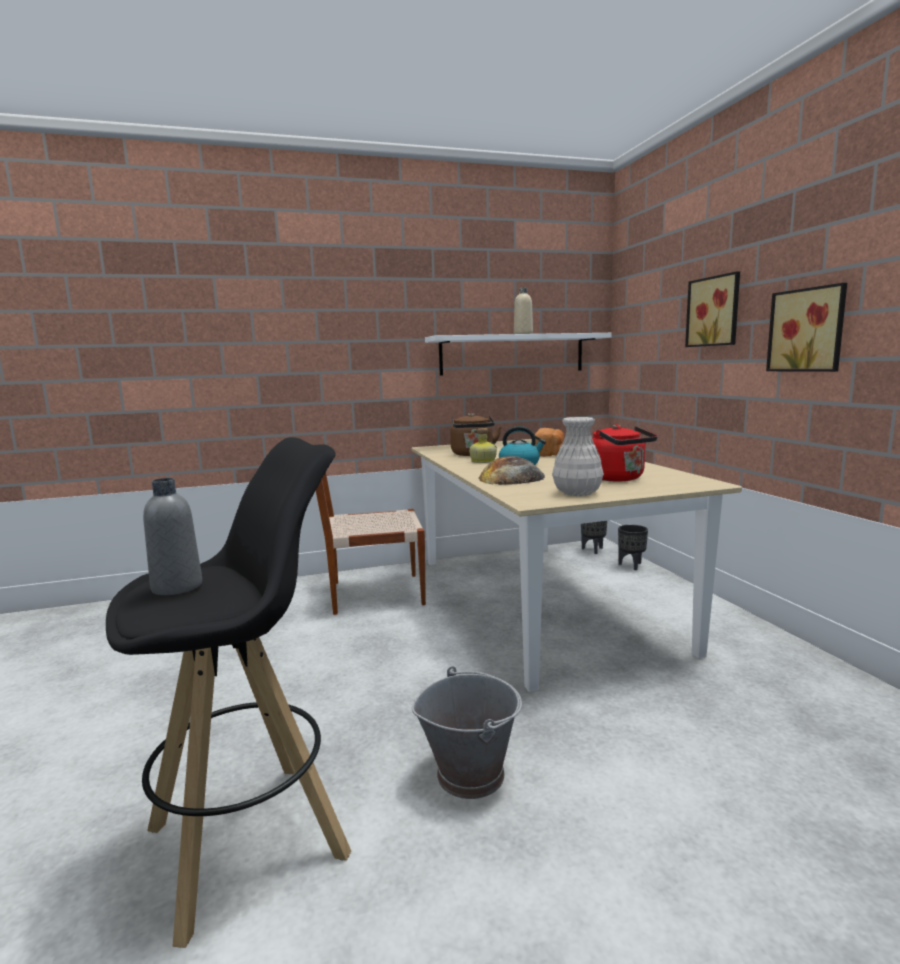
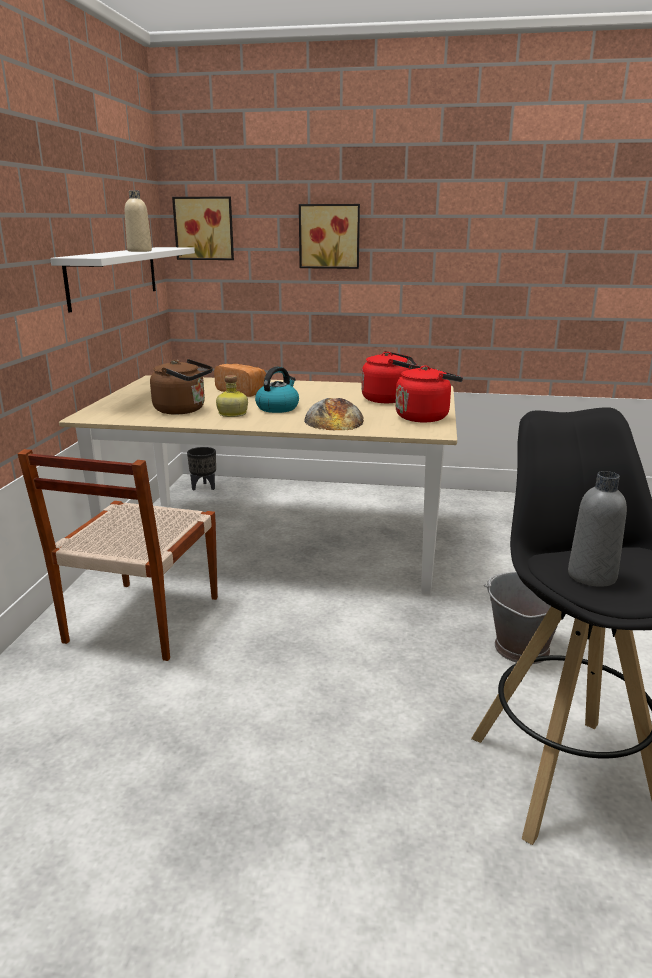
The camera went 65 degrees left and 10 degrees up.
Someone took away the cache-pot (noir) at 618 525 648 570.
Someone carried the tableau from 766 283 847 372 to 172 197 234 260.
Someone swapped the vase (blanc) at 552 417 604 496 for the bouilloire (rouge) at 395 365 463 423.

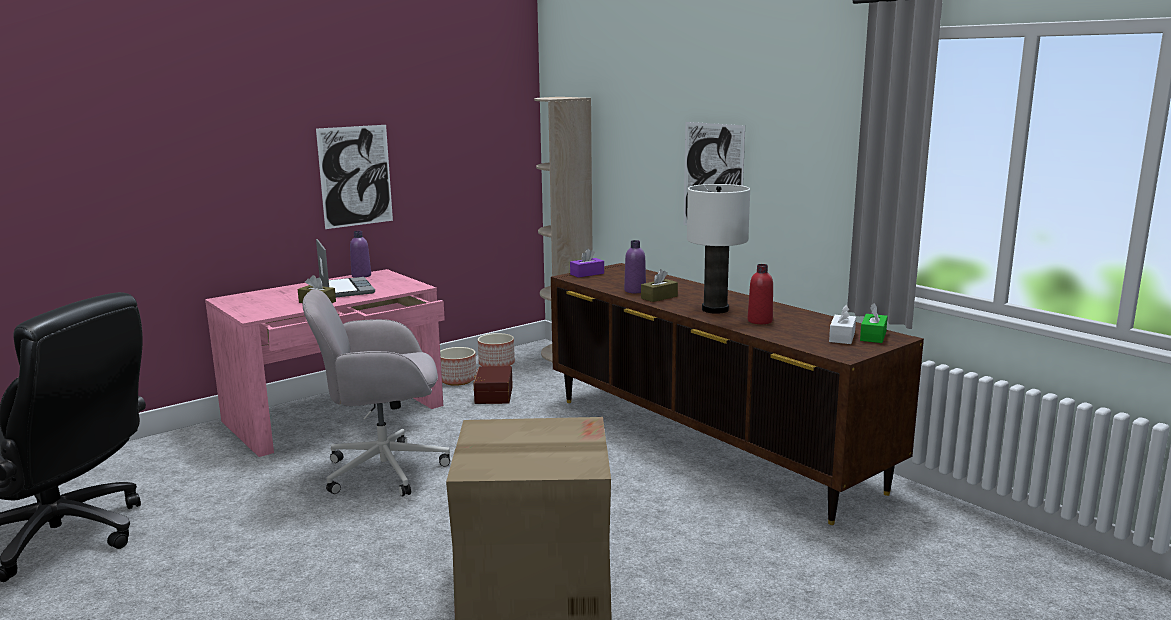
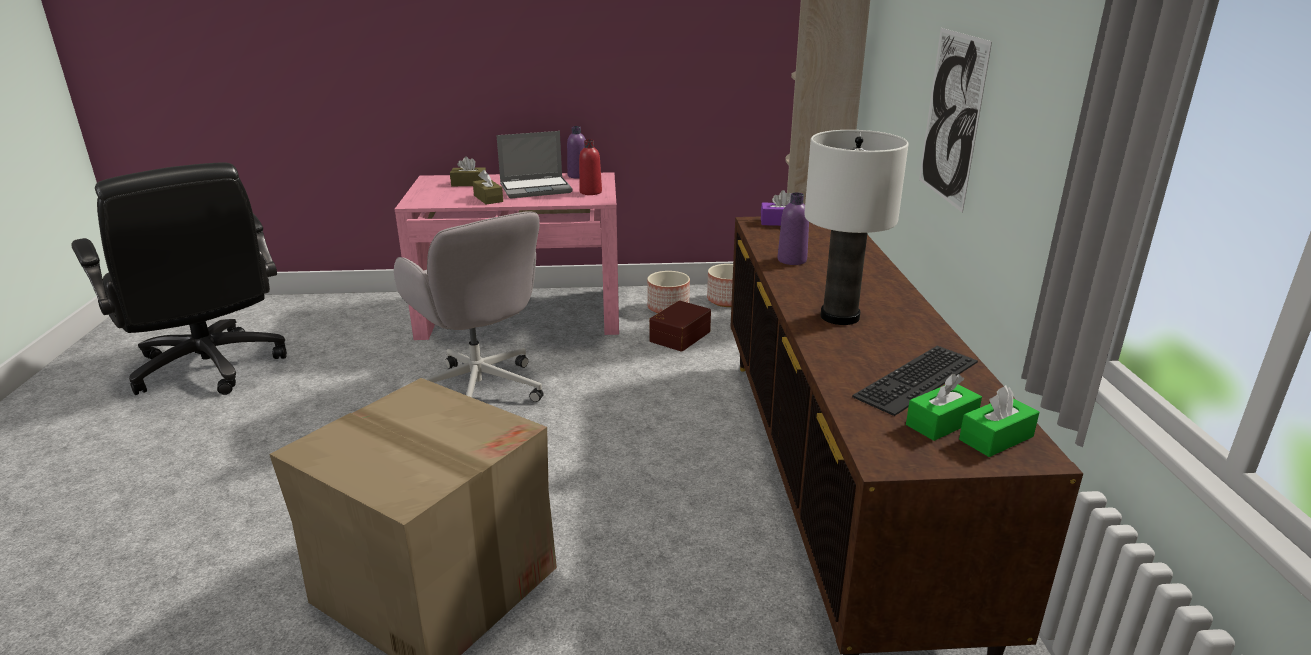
The camera went 35 degrees right and 10 degrees up.
Someone took away the tableau at 316 125 393 229.
Someone put down the clavier at 852 346 978 416.
Someone carried the boîte à mouchoirs (marron) from 641 269 678 302 to 450 156 486 186.
Someone carried the bouteille (rouge) from 747 264 773 324 to 579 139 602 195.
Someone repainted the boîte à mouchoirs (blanc) at 829 304 856 344, which became the boîte à mouchoirs (vert) at 906 374 982 441.
Someone rotated the chaise de bureau (gris) at 303 289 450 497 by 150 degrees counterclockwise.
Someone rotated the ordinateur portable at 316 239 375 298 by 60 degrees clockwise.

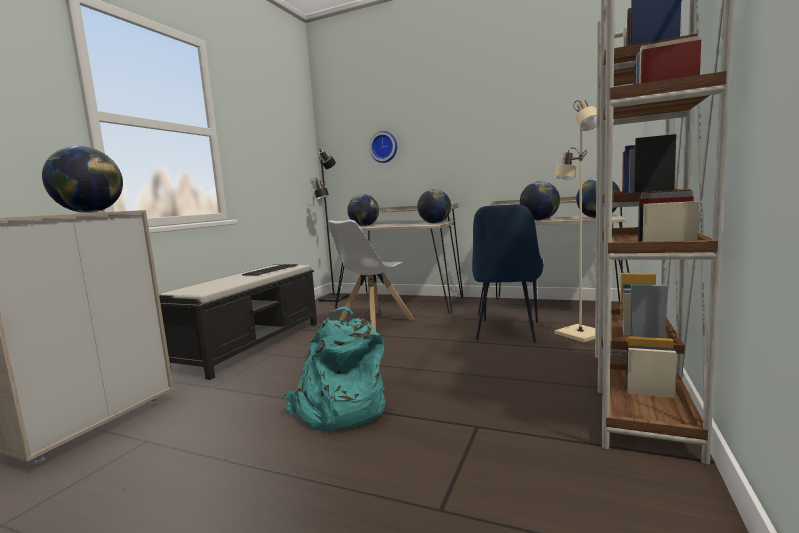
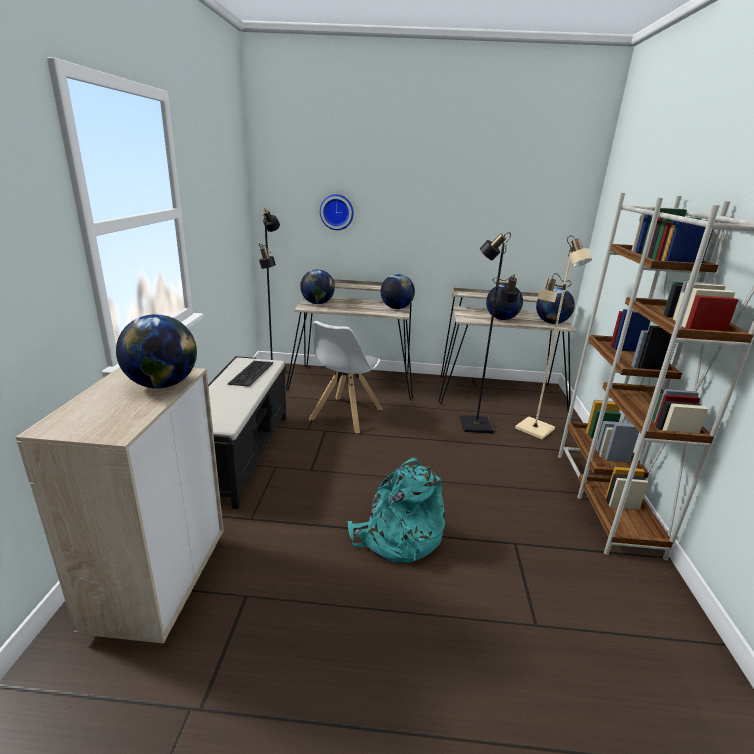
The camera went 20 degrees left and 15 degrees up.
Someone swapped the chaise (bleu) at 472 204 544 343 for the lampadaire (noir) at 460 232 519 434.

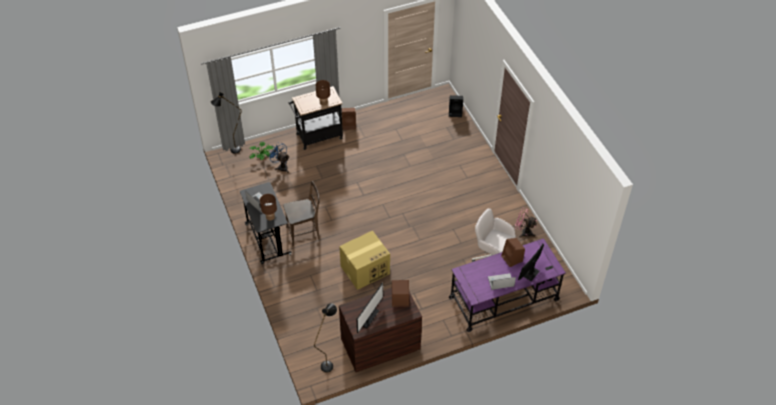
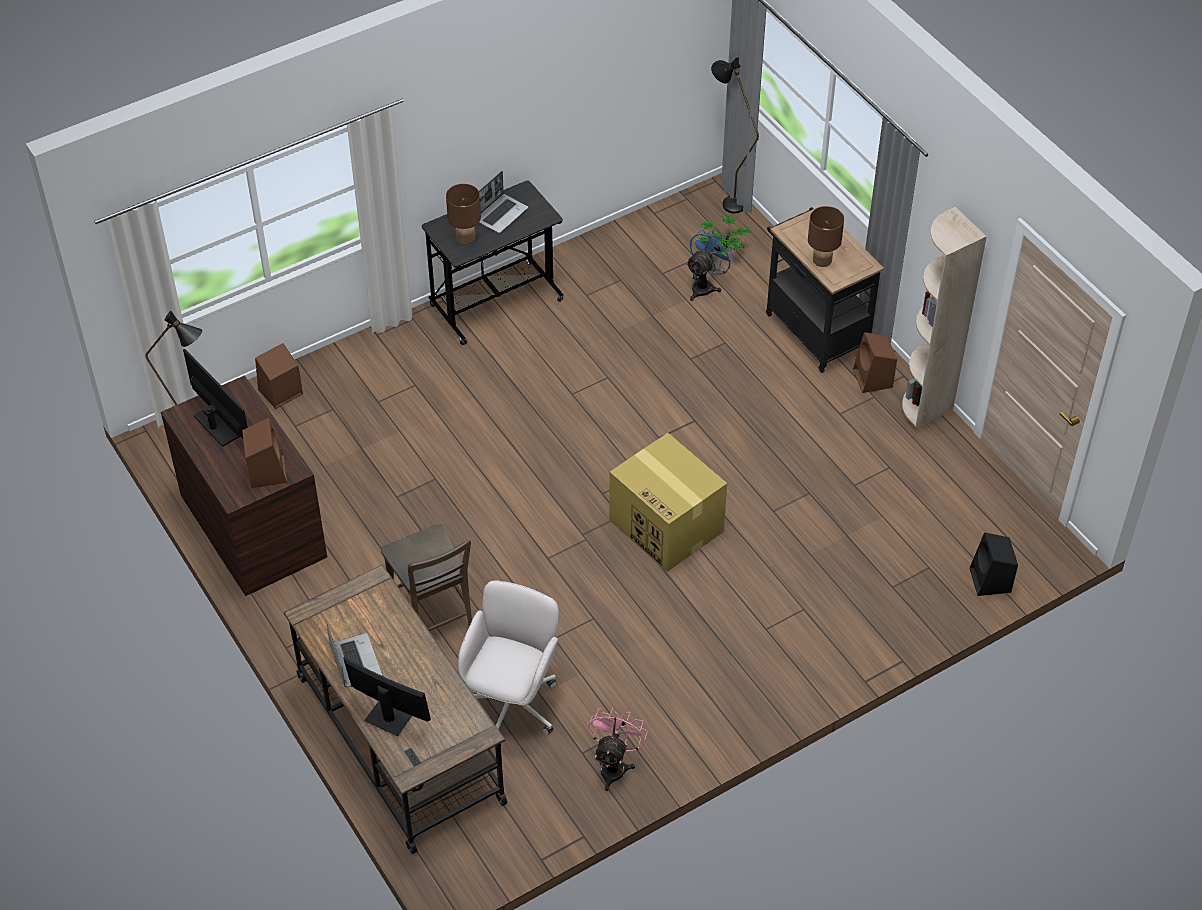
The camera went 80 degrees right and 0 degrees up.
Someone put down the bibliothèque (beige) at 902 207 987 428.
Someone carried the chaise (marron) from 283 181 320 246 to 381 524 472 631.
Someone carried the carton from 339 231 390 290 to 609 433 727 572.
Someone carried the enceinte (marron) from 501 238 525 267 to 255 343 303 409.
Someone repainted the bureau (violet) at 449 238 566 332, which became the bureau (marron) at 284 564 507 854.
Someone rotated the écran d'ordinateur at 356 283 383 333 by 150 degrees counterclockwise.

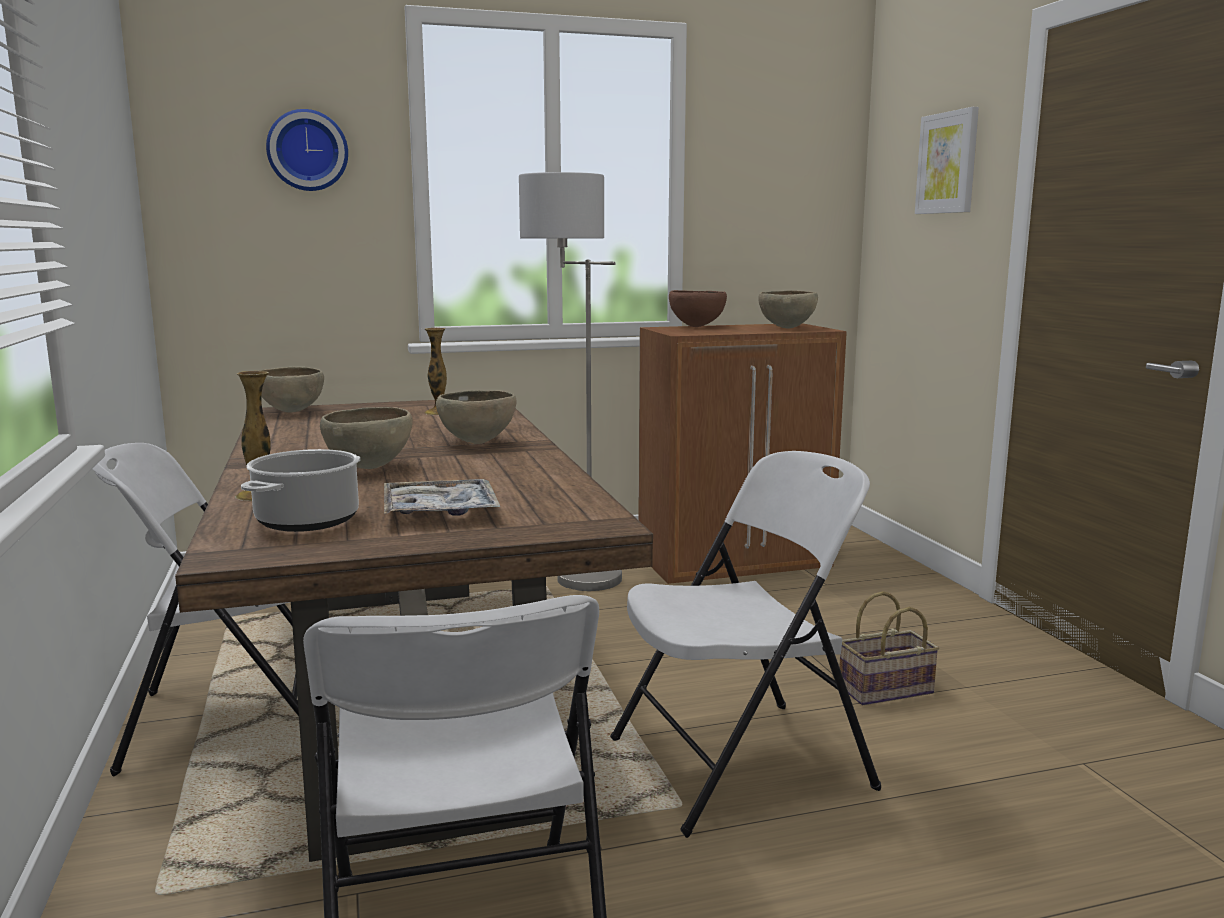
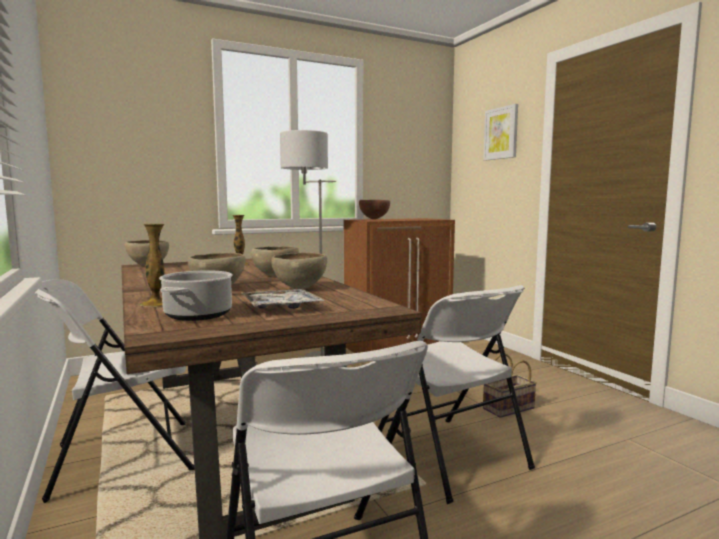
The camera went 10 degrees left and 5 degrees down.
Someone took away the horloge murale at 266 109 348 191.
Someone carried the bol (marron) from 758 290 818 328 to 271 252 327 289.
Someone rotated the chaise (blanc) at 610 451 881 838 by 90 degrees clockwise.

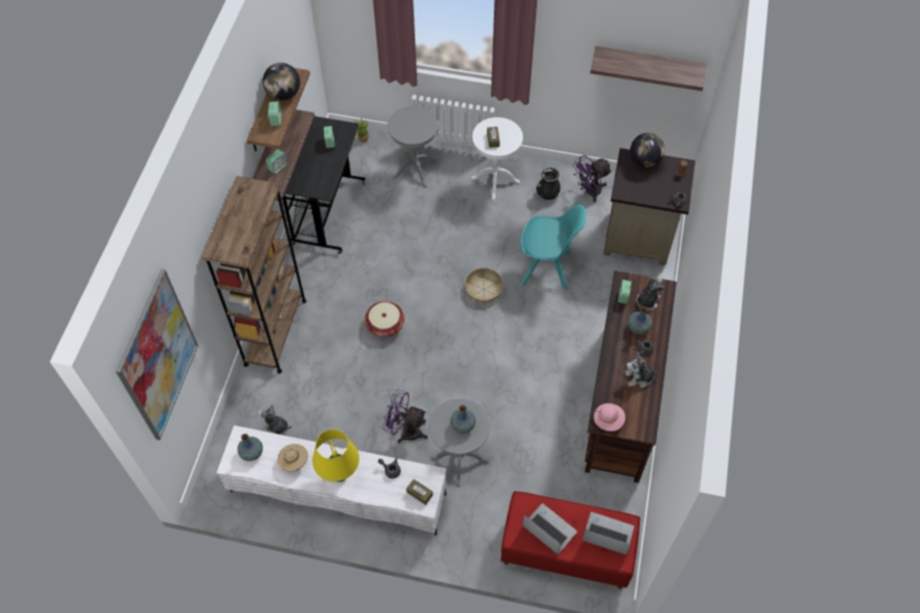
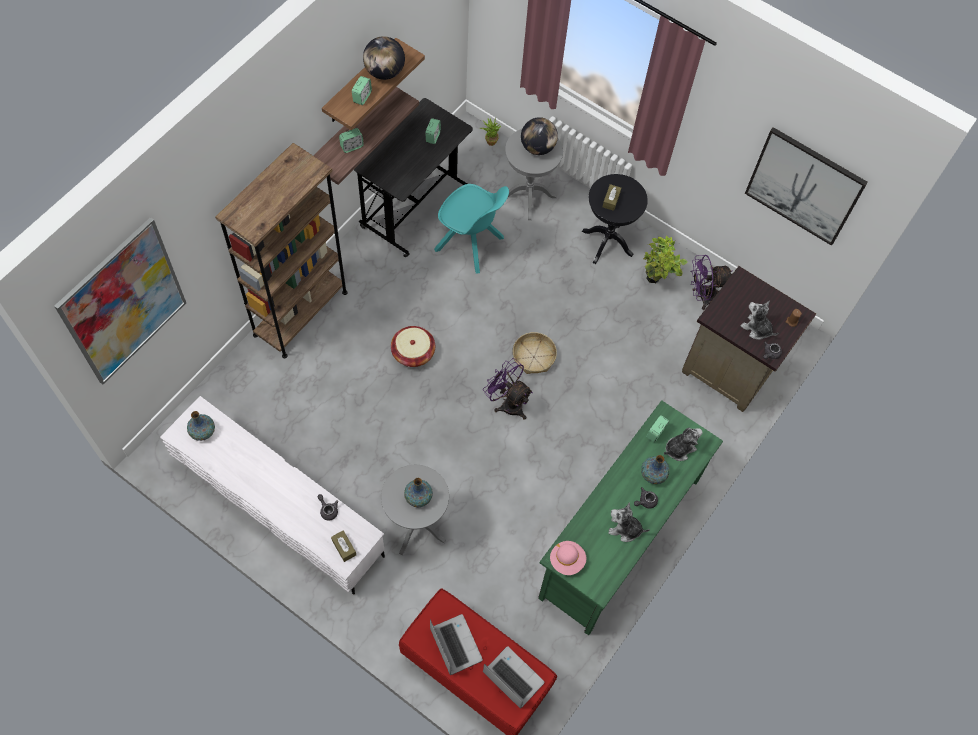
The camera went 20 degrees right and 5 degrees up.
Someone took away the chapeau (beige) at 278 444 308 472.
Someone took away the lampe de table (jaune) at 312 429 359 482.
Someone carried the peluche from 258 404 291 435 to 741 300 778 340.
Someone carried the ventilateur (violet) from 382 390 428 443 to 483 358 533 420.
Someone carried the chaise (turquoise) from 520 205 586 291 to 434 184 509 274.
Someone carried the globe from 630 133 665 167 to 521 117 558 155.
Someone swapped the vase (noir) at 536 168 560 200 for the plante en pot at 643 236 688 283.
Someone swapped the étagère at 590 46 706 91 for the tableau at 745 127 868 246.
Someone repainted the table d'appoint (blanc) at 471 117 523 200, which became the table d'appoint (noir) at 582 174 648 264.
Someone repainted the commode (marron) at 585 271 676 483, which became the commode (vert) at 538 400 723 635.

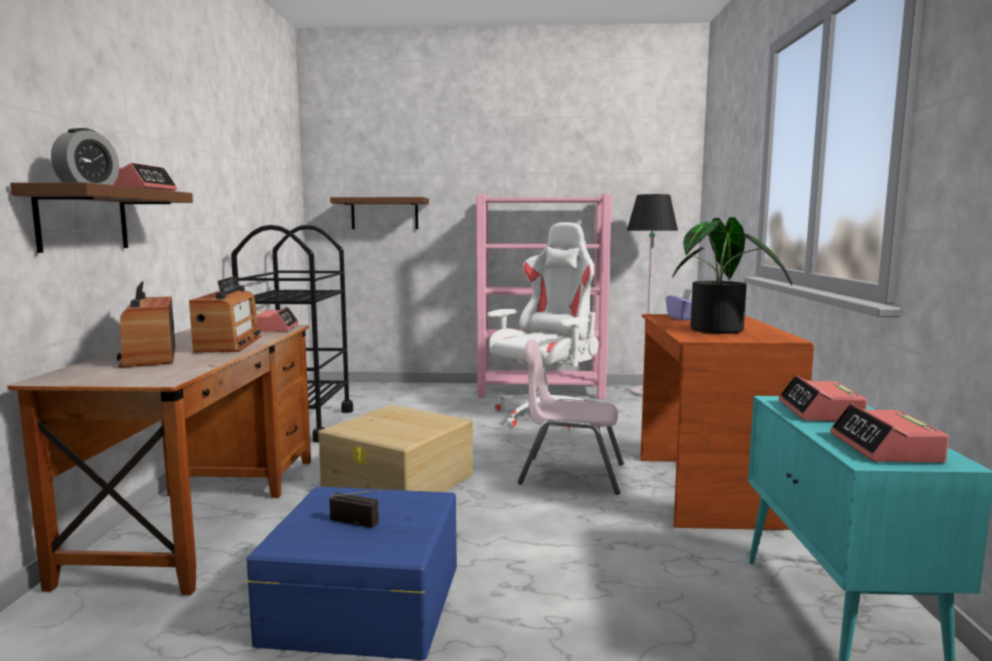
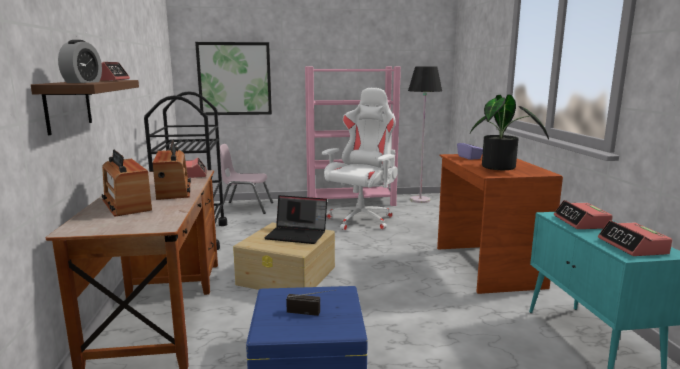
The camera went 10 degrees left and 5 degrees up.
Someone put down the ordinateur portable at 264 195 327 244.
Someone carried the chaise (rose) from 518 339 624 495 to 220 144 273 214.
Someone swapped the étagère (marron) at 330 197 429 229 for the tableau at 195 42 272 115.

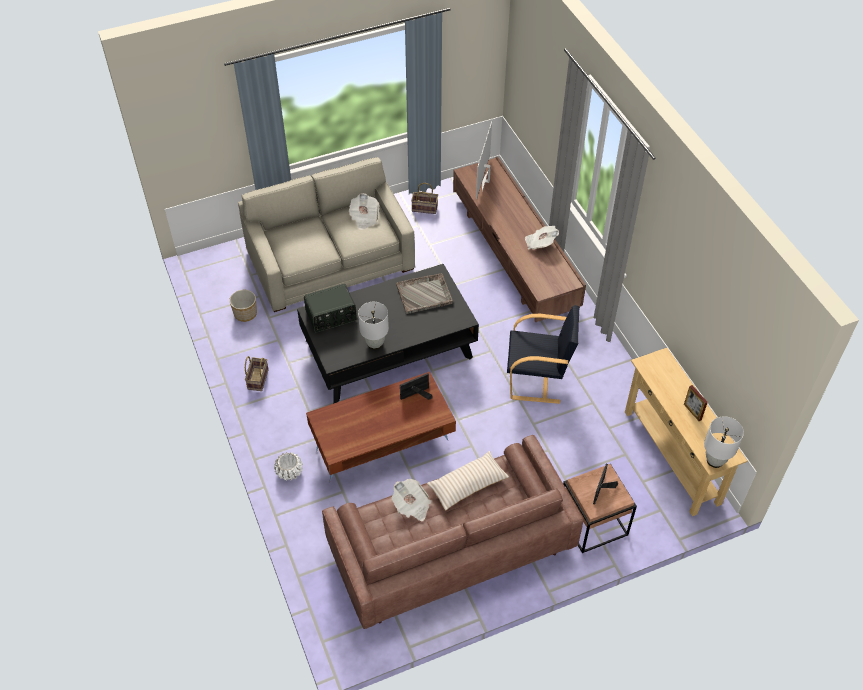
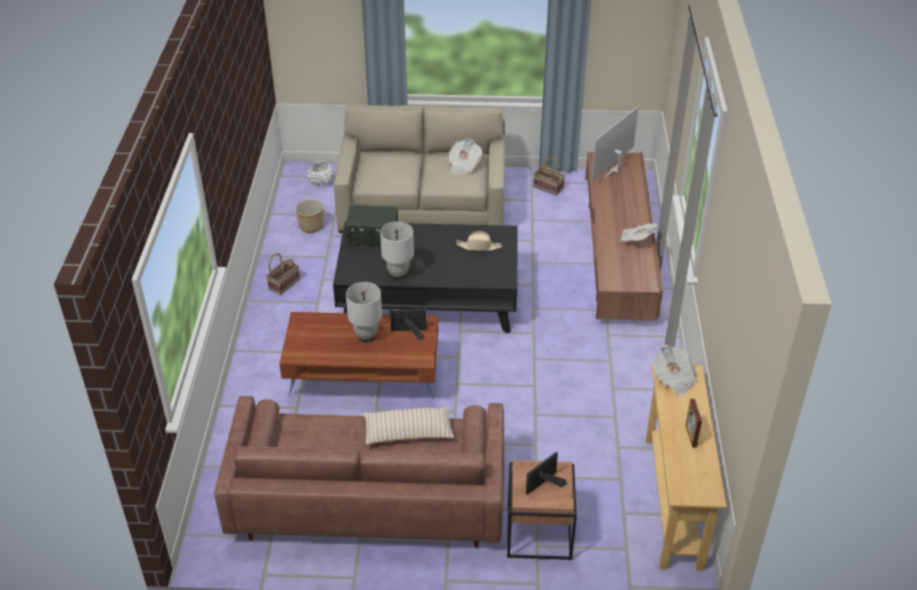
The camera went 25 degrees right and 10 degrees down.
Someone took away the fauteuil (noir) at 507 305 580 404.
Someone carried the cache-pot (blanc) from 274 452 303 481 to 307 161 333 186.
Someone carried the journal from 392 479 431 521 to 653 345 698 396.
Someone carried the lampe de table (blanc) from 704 416 744 468 to 346 282 382 342.
Someone swapped the plateau (gris) at 396 273 453 314 for the chapeau (beige) at 456 231 502 251.

